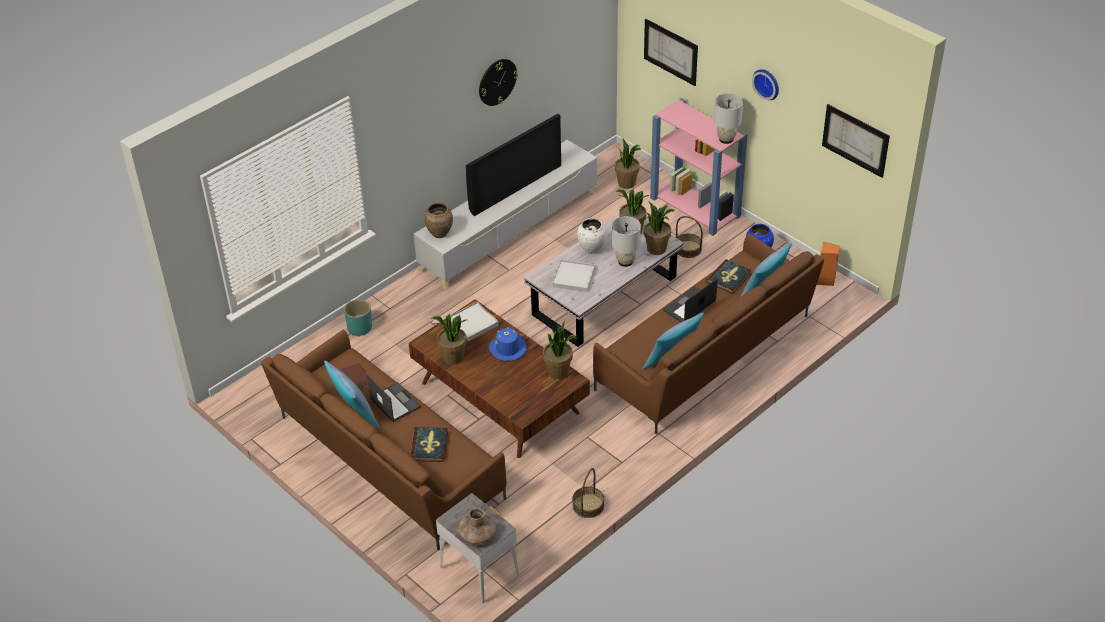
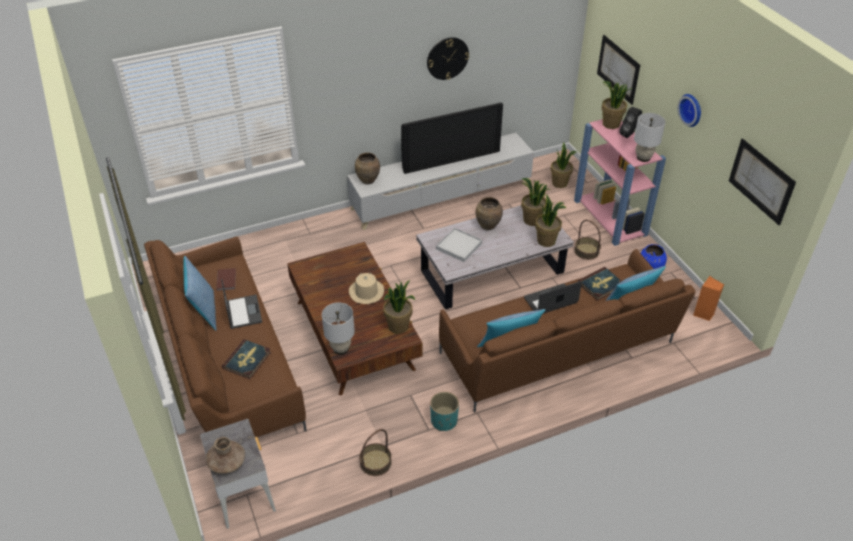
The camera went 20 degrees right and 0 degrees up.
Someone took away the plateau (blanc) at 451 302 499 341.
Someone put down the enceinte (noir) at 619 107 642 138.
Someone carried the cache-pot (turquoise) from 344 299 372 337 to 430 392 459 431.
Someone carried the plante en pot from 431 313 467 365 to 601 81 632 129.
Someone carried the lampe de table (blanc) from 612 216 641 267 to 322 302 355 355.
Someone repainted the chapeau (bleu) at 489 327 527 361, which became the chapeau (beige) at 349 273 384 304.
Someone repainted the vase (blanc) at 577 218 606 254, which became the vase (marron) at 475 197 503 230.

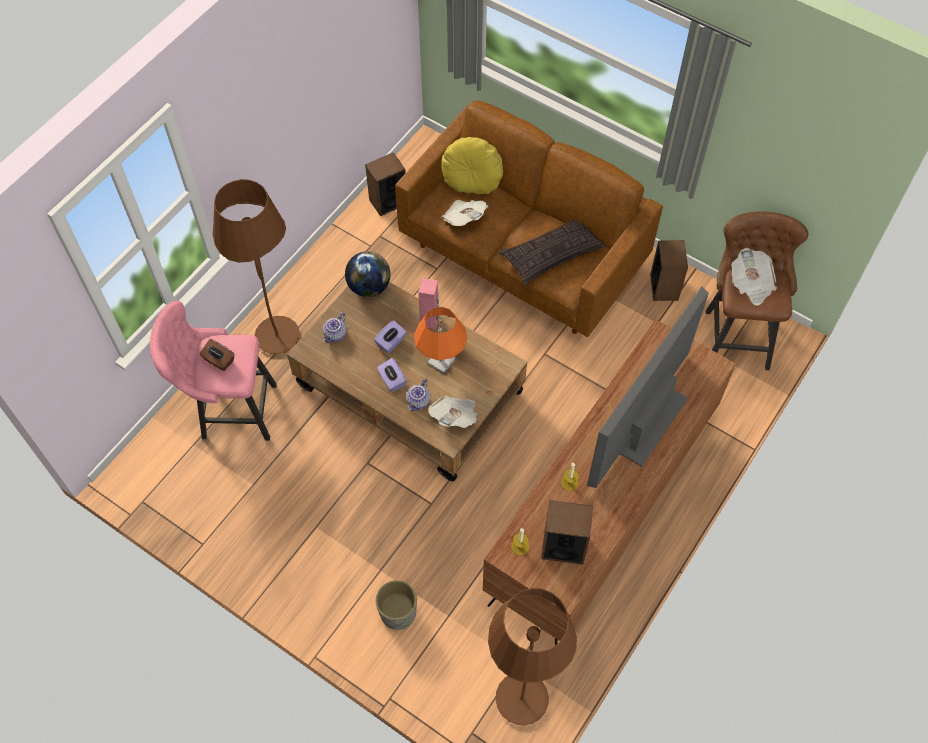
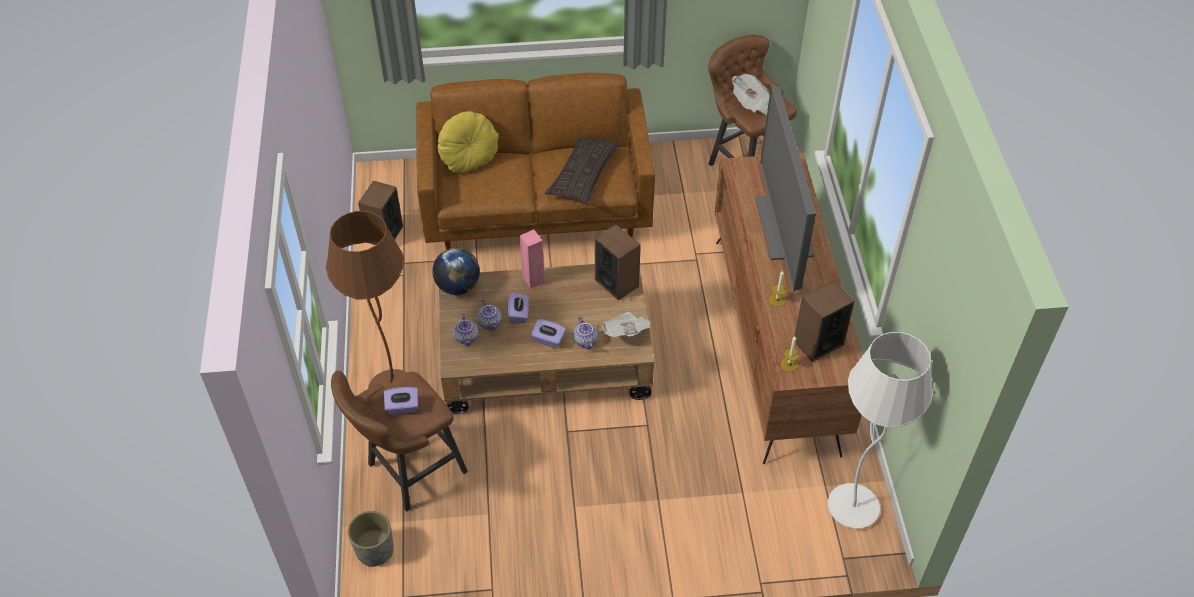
The camera went 40 degrees left and 10 degrees down.
Someone took away the lampe de table (orange) at 414 307 468 374.
Someone took away the journal at 441 200 488 226.
Someone put down the théière at 477 299 502 331.
Someone carried the cache-pot (gris) from 376 580 417 630 to 348 511 393 567.
Someone carried the enceinte from 650 240 688 301 to 595 224 641 300.
Someone repainted the tabouret (rose) at 150 300 277 441, which became the tabouret (marron) at 331 370 468 512.
Someone repainted the boîte à mouchoirs (marron) at 200 339 234 371, which became the boîte à mouchoirs (violet) at 384 387 418 414.
Someone repainted the lampadaire (marron) at 488 588 577 726, which became the lampadaire (blanc) at 828 332 933 529.

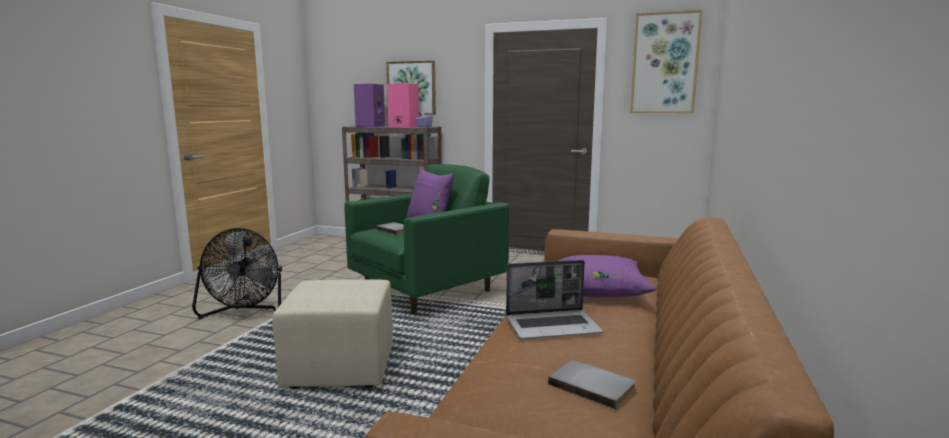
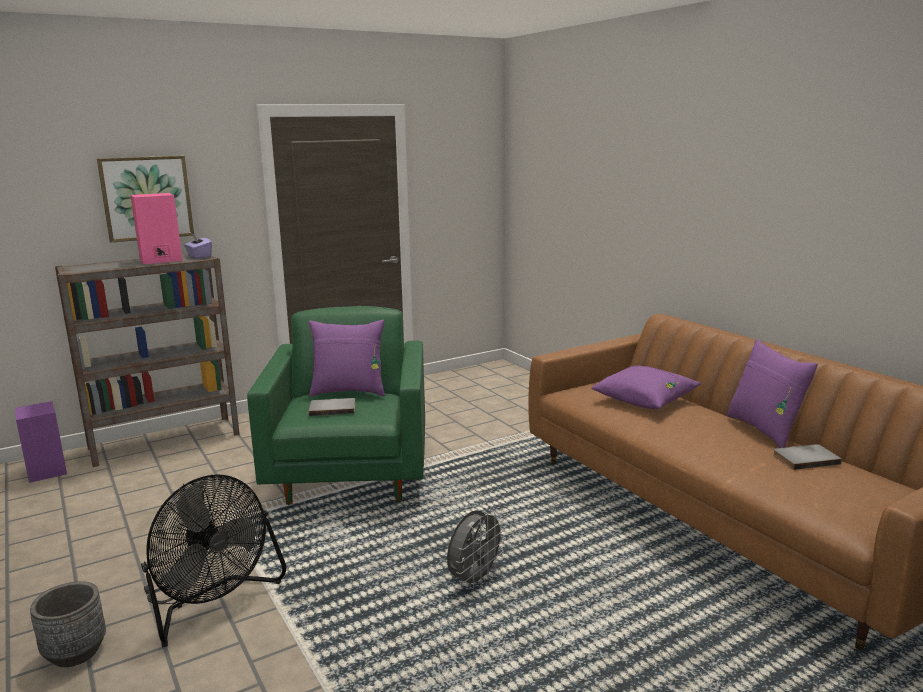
The camera went 50 degrees left and 5 degrees up.
Someone took away the ordinateur portable at 506 260 604 339.
Someone took away the tableau at 630 10 703 113.
Someone put down the cache-pot (gris) at 30 581 106 667.
Someone put down the coussin (violet) at 727 339 818 448.
Someone carried the enceinte (violet) from 354 84 385 127 to 15 401 67 483.
Someone swapped the pouf (beige) at 272 279 393 389 for the ventilateur (gris) at 447 510 506 589.

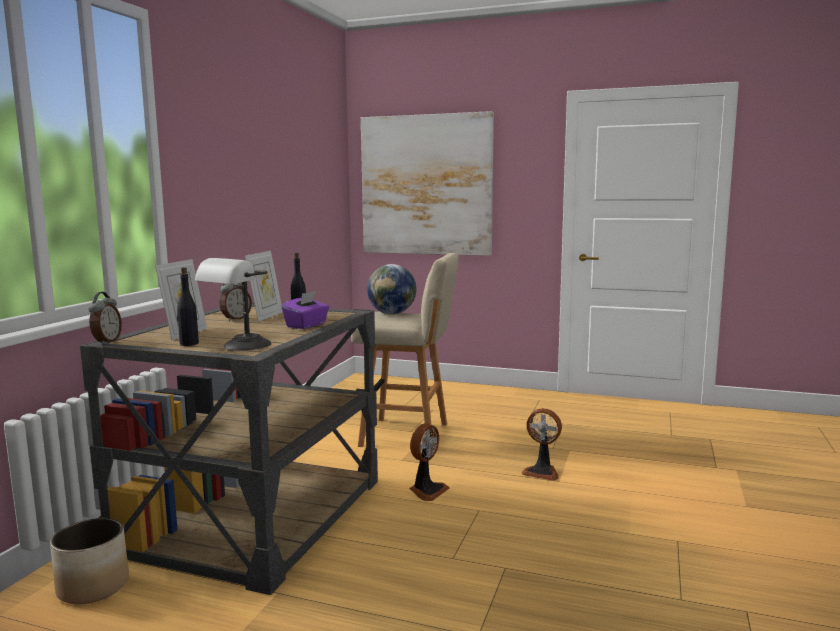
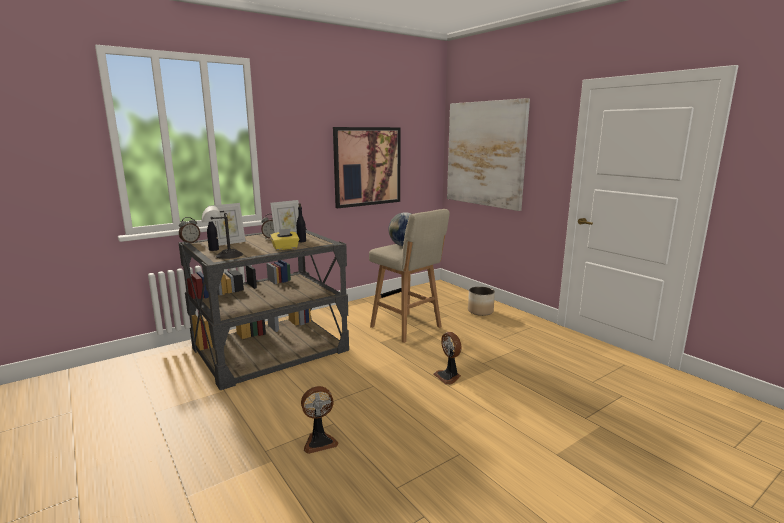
The camera went 35 degrees right and 5 degrees up.
Someone put up the tableau at 333 127 401 208.
Someone carried the cache-pot from 50 518 129 604 to 468 287 495 316.
Someone carried the ventilateur from 410 423 449 501 to 301 386 339 454.
Someone repainted the boîte à mouchoirs (violet) at 281 291 329 329, which became the boîte à mouchoirs (jaune) at 270 229 299 250.

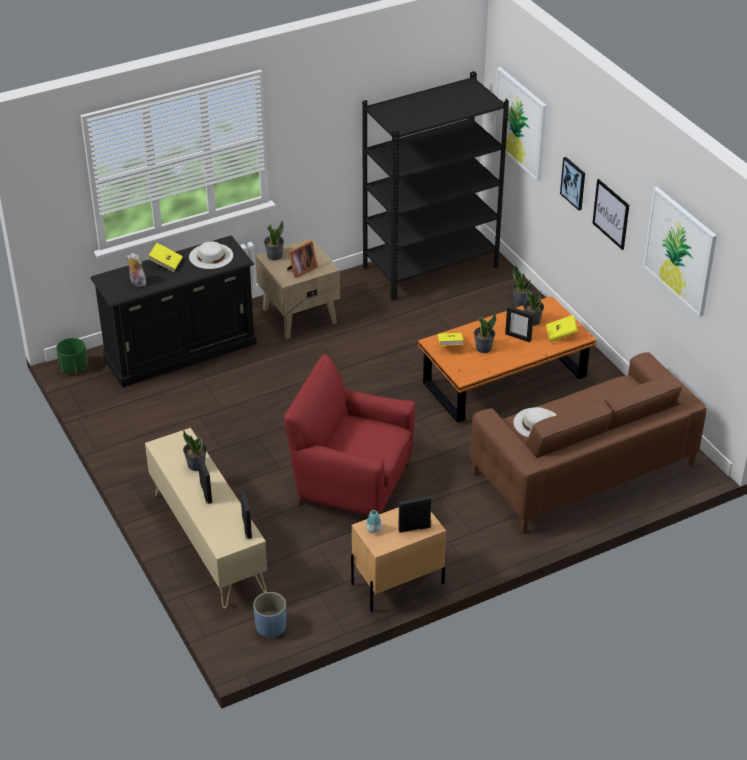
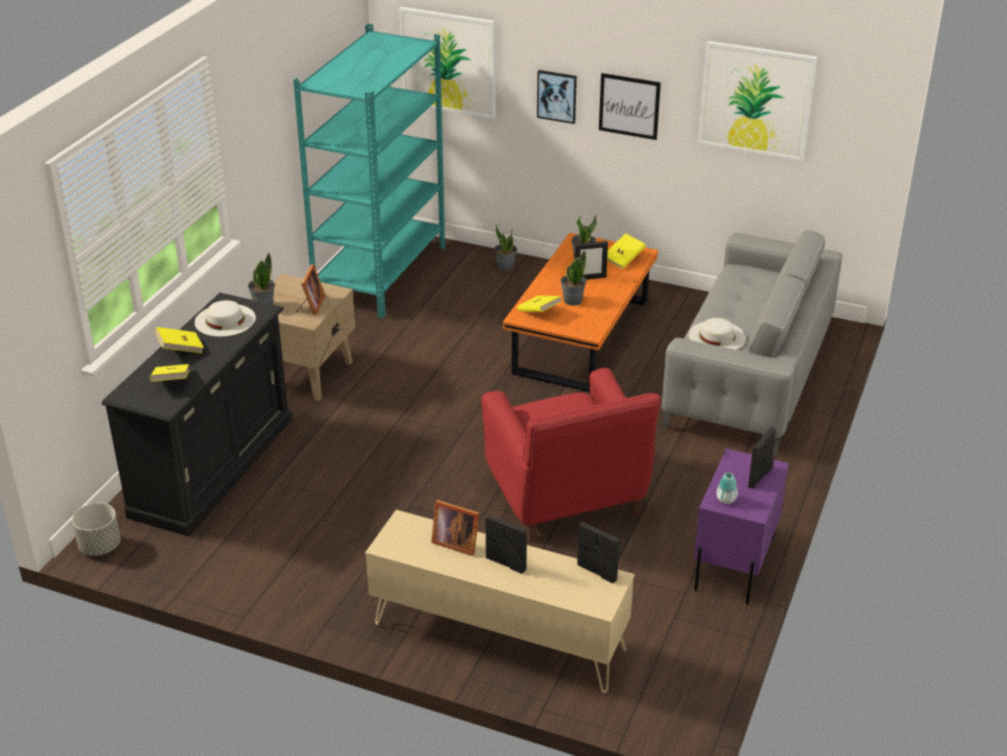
The camera went 40 degrees left and 5 degrees down.
Someone took away the cache-pot (bleu) at 253 592 286 638.
Someone swapped the peluche at 126 253 149 287 for the livre (jaune) at 150 364 190 382.
Someone swapped the plante en pot at 183 430 207 471 for the cadre photo at 431 500 479 556.
Someone repainted the cache-pot (vert) at 56 338 88 374, which became the cache-pot (gris) at 72 503 121 556.
Someone repainted the table de chevet (beige) at 351 507 446 612, which became the table de chevet (violet) at 694 448 789 605.
Someone repainted the bibliothèque (noir) at 362 71 509 301, which became the bibliothèque (turquoise) at 293 24 445 318.
Someone repainted the canapé (marron) at 470 352 707 533, which became the canapé (gris) at 662 230 842 456.
Someone rotated the fauteuil (rouge) at 284 355 415 515 by 90 degrees counterclockwise.

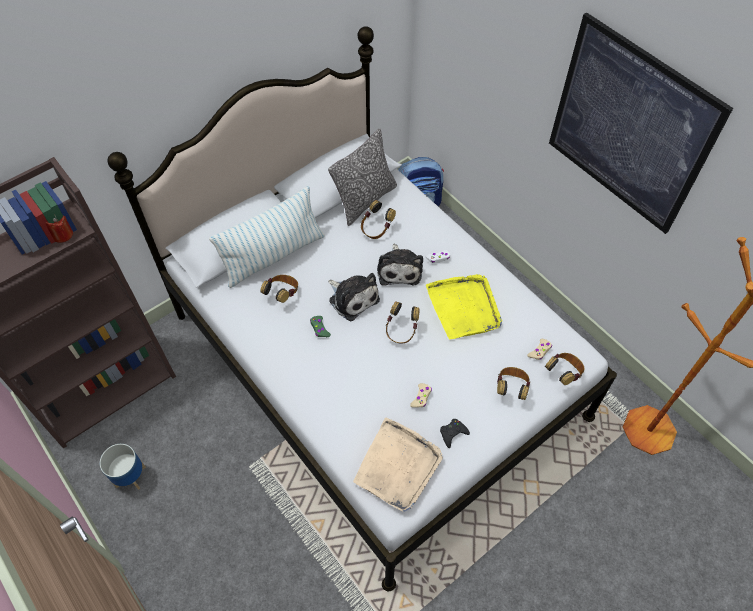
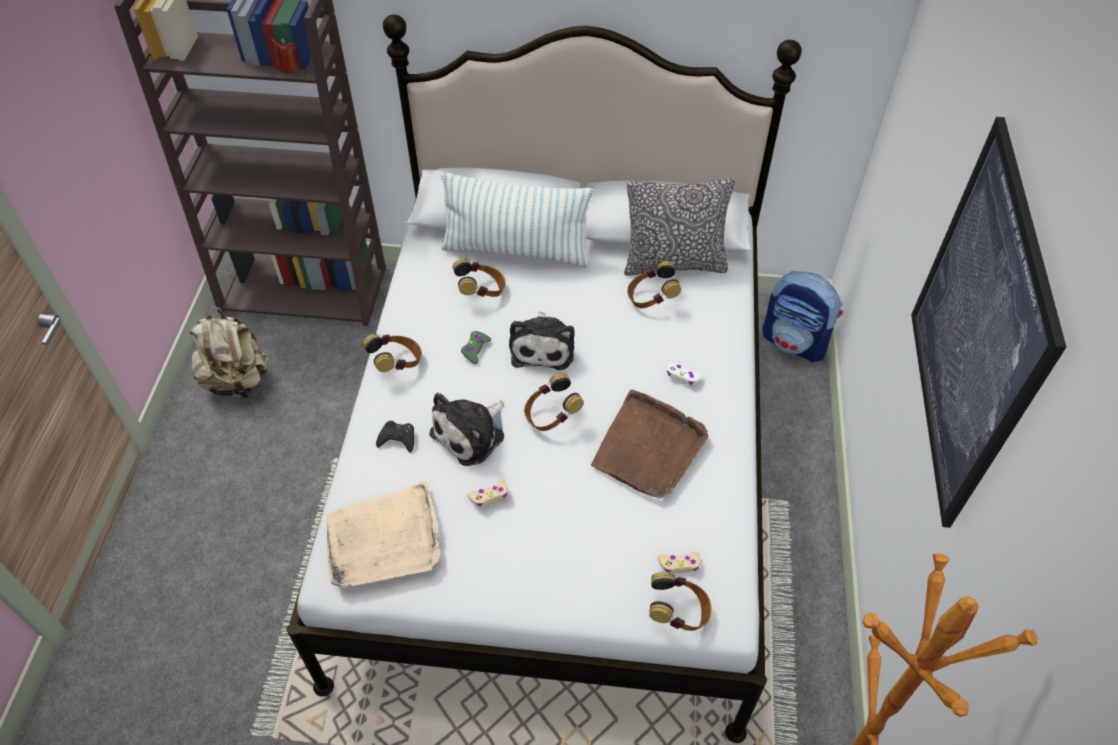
The camera went 45 degrees right and 5 degrees down.
Someone carried the peluche from 377 244 423 286 to 429 393 504 466.
Someone carried the manette (noir) from 440 419 470 448 to 376 421 414 453.
Someone carried the casque audio from 497 367 530 400 to 363 334 422 372.
Someone swapped the cache-pot at 100 444 146 490 for the sac à dos (beige) at 189 307 268 399.
Someone repainted the plateau (jaune) at 426 274 502 339, which became the plateau (marron) at 591 389 708 499.

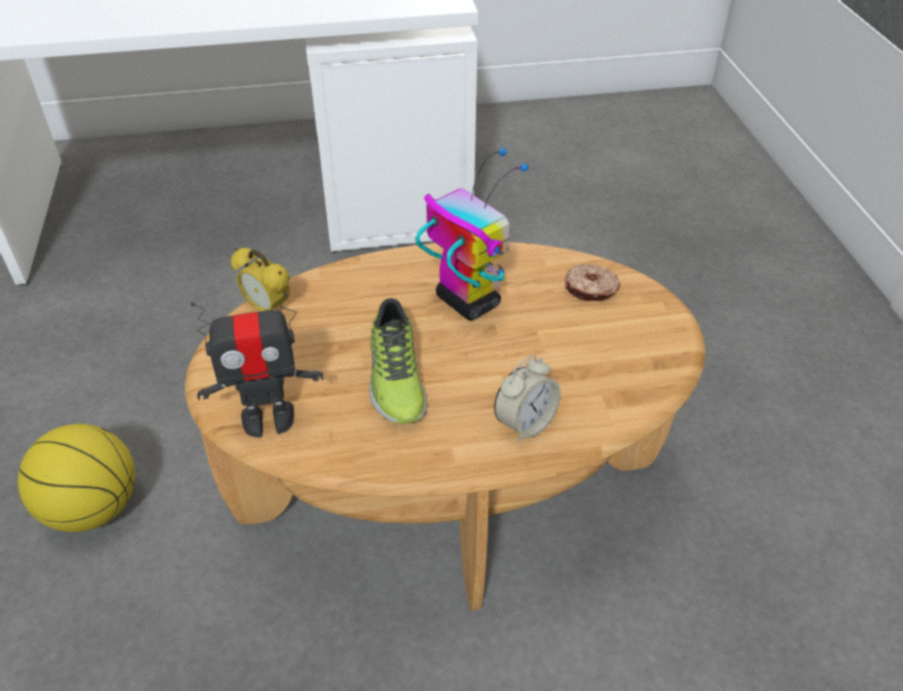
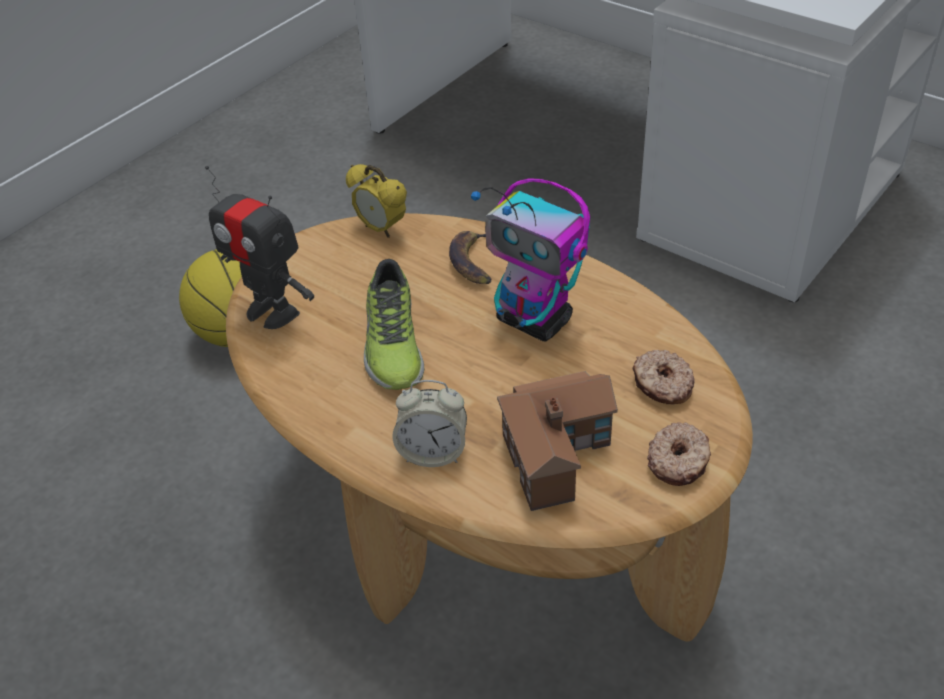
The camera went 50 degrees right and 0 degrees up.
Someone put down the banane at 449 231 492 284.
Someone put down the maison miniature at 497 371 618 511.
Someone put down the beignet at 647 422 711 486.
Someone rotated the réveil at 231 248 290 312 by 45 degrees counterclockwise.
Someone rotated the chaussure at 369 298 427 424 by 45 degrees counterclockwise.
Someone rotated the robot jouet at 415 148 528 320 by 120 degrees clockwise.

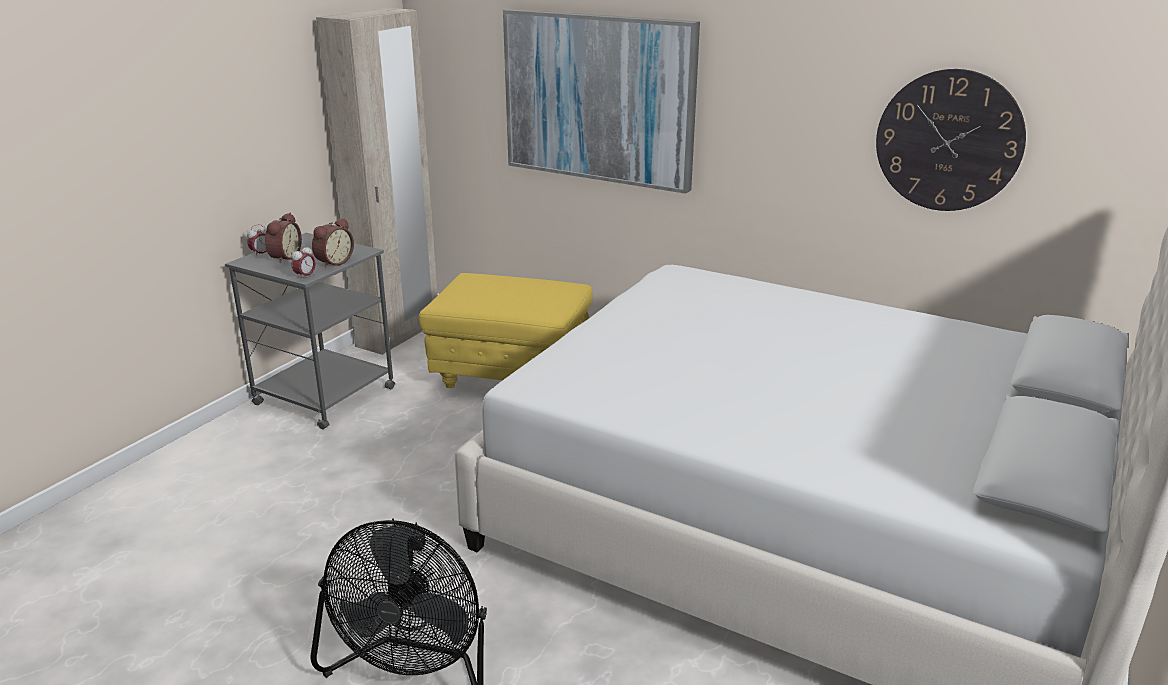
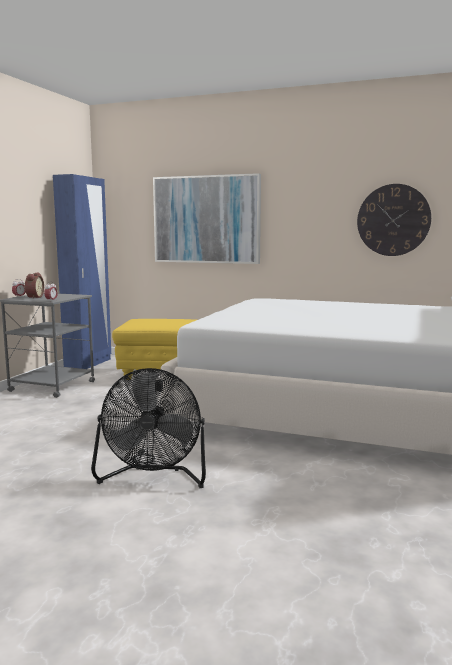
The camera went 10 degrees left and 15 degrees down.
Someone took away the réveil at 312 218 354 268.
Someone repainted the armoire (beige) at 316 8 438 355, which became the armoire (bleu) at 53 174 111 369.

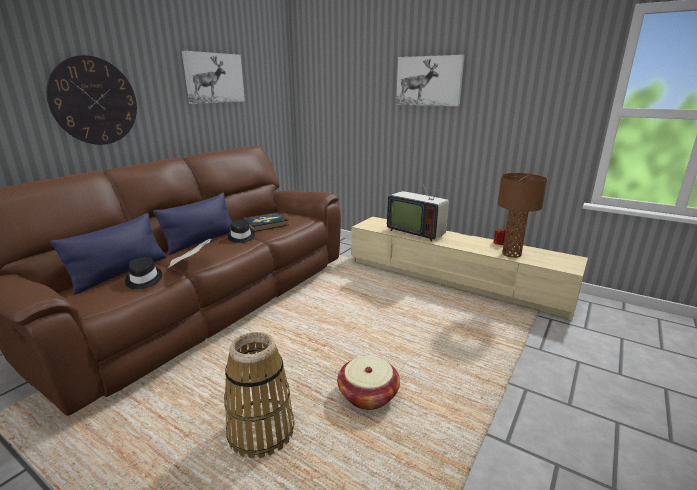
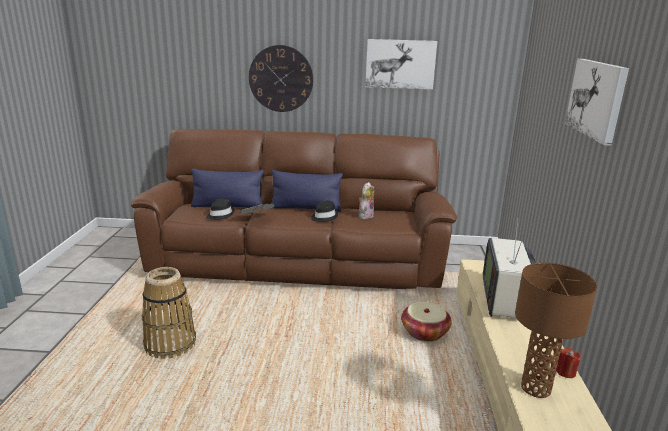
The camera went 60 degrees right and 0 degrees up.
Someone carried the panier from 337 356 400 410 to 401 302 452 342.
Someone swapped the livre at 242 212 289 232 for the peluche at 359 182 374 219.

